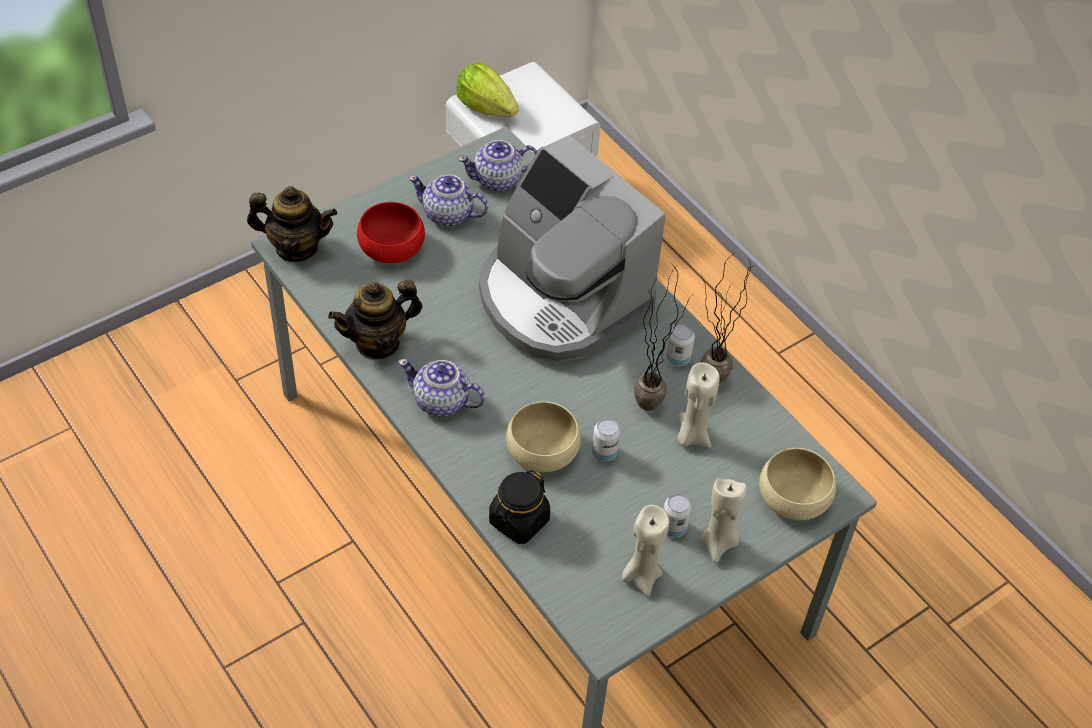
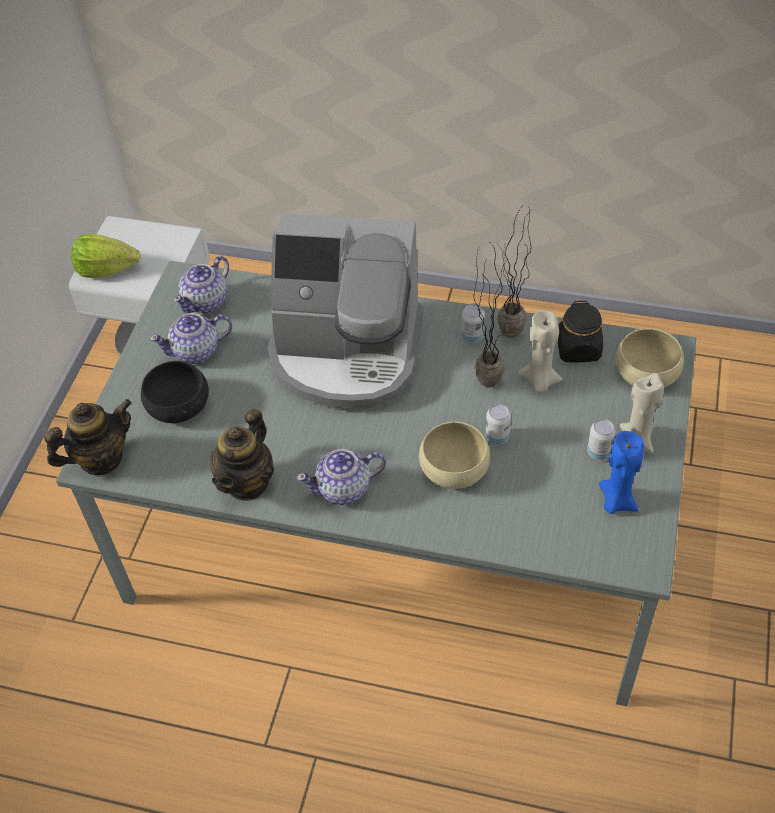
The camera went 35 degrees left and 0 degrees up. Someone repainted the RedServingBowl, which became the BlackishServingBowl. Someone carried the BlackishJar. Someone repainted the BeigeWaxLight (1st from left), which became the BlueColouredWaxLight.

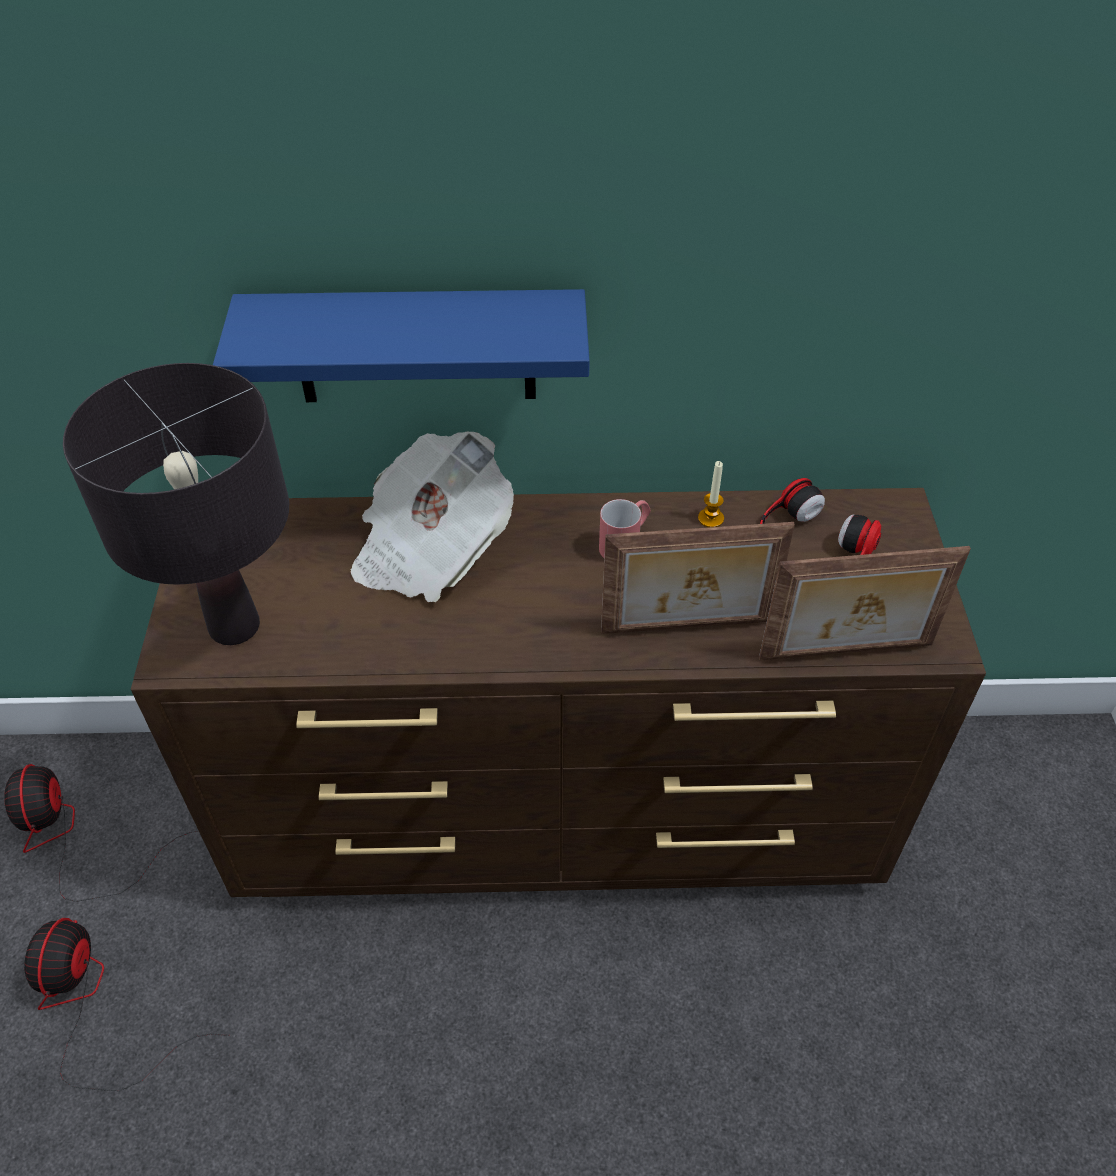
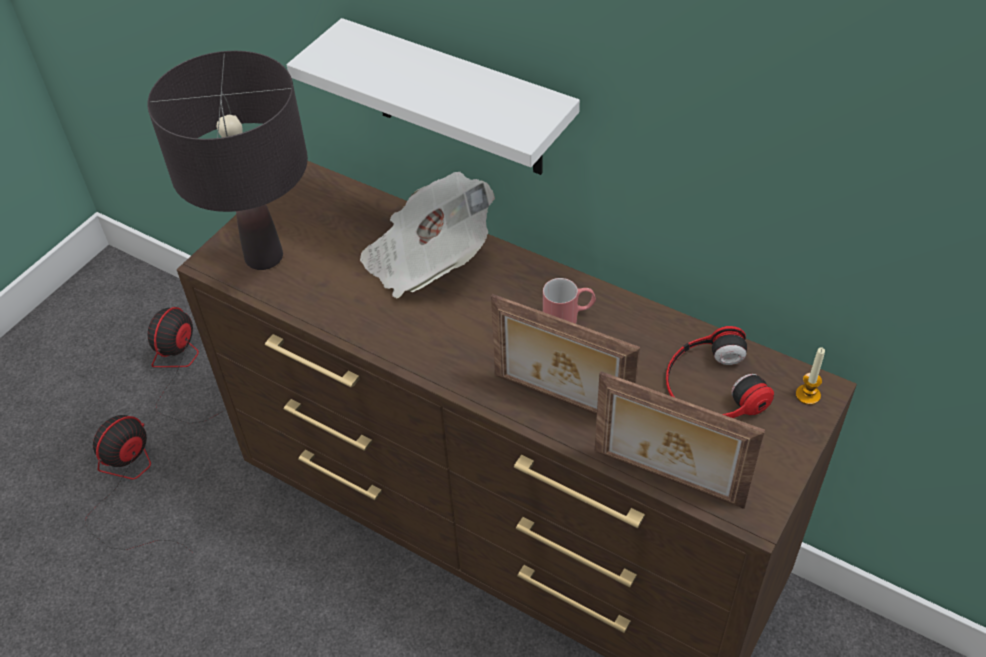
The camera went 35 degrees right and 0 degrees up. Someone repainted the BlueColouredWallShelf, which became the WhiteWallShelf. Someone carried the WaxLight.

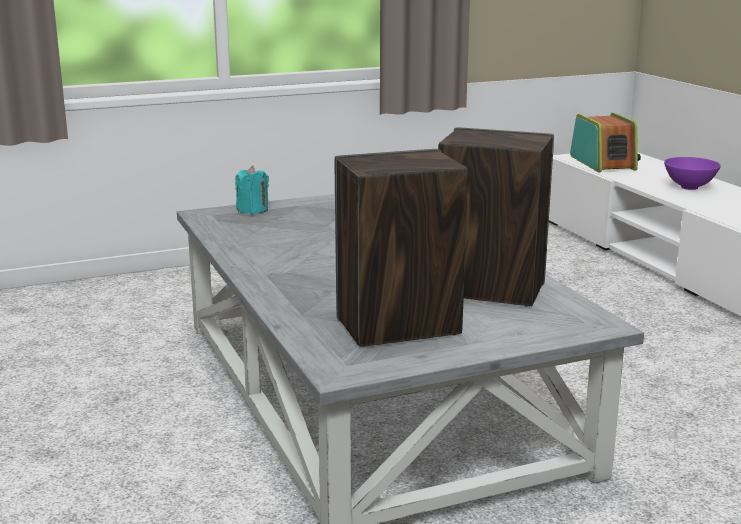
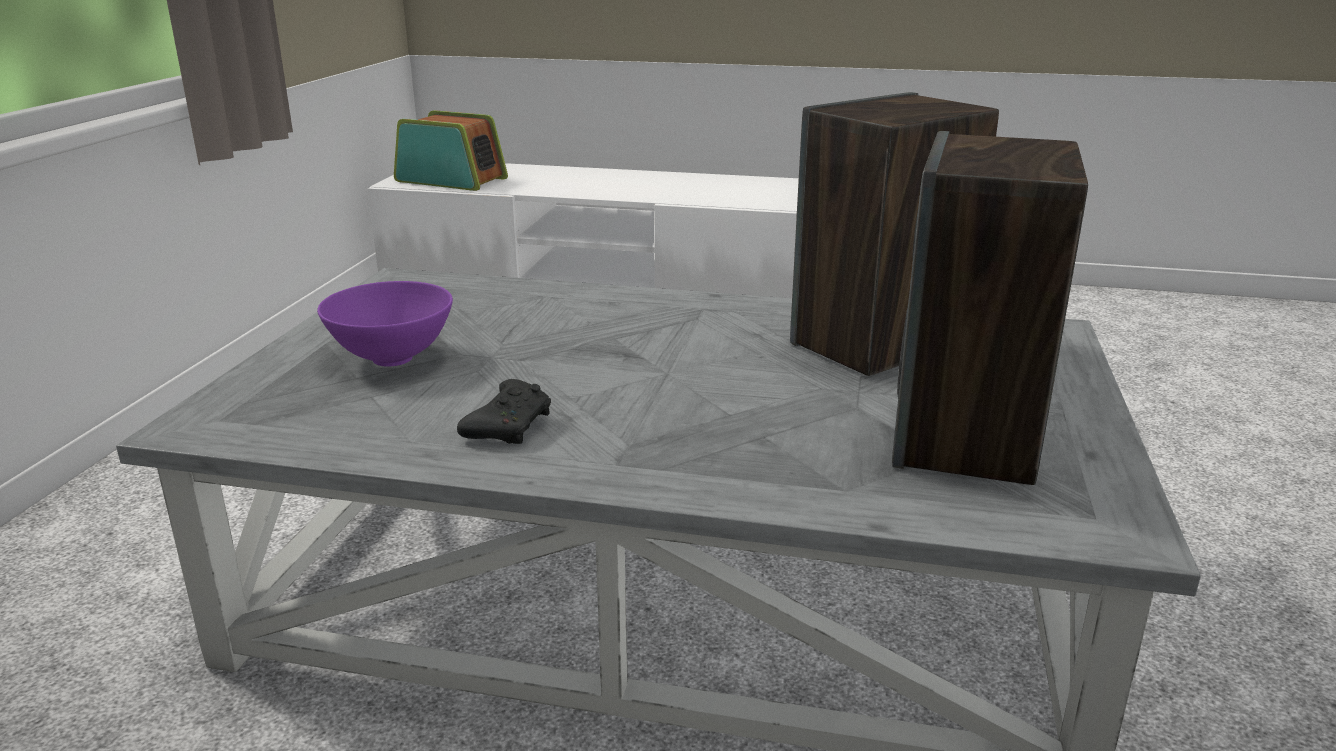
The camera went 55 degrees left and 5 degrees up. Someone carried the PurpleColouredServingBowl. Someone took away the TurquoiseColouredWaxLight. Someone put down the BlackishJoypad.

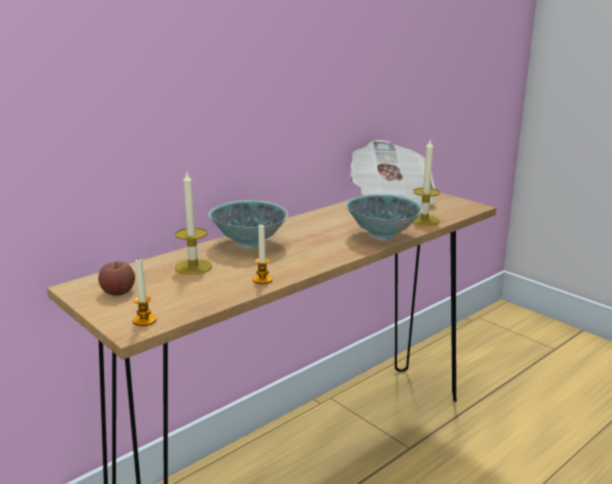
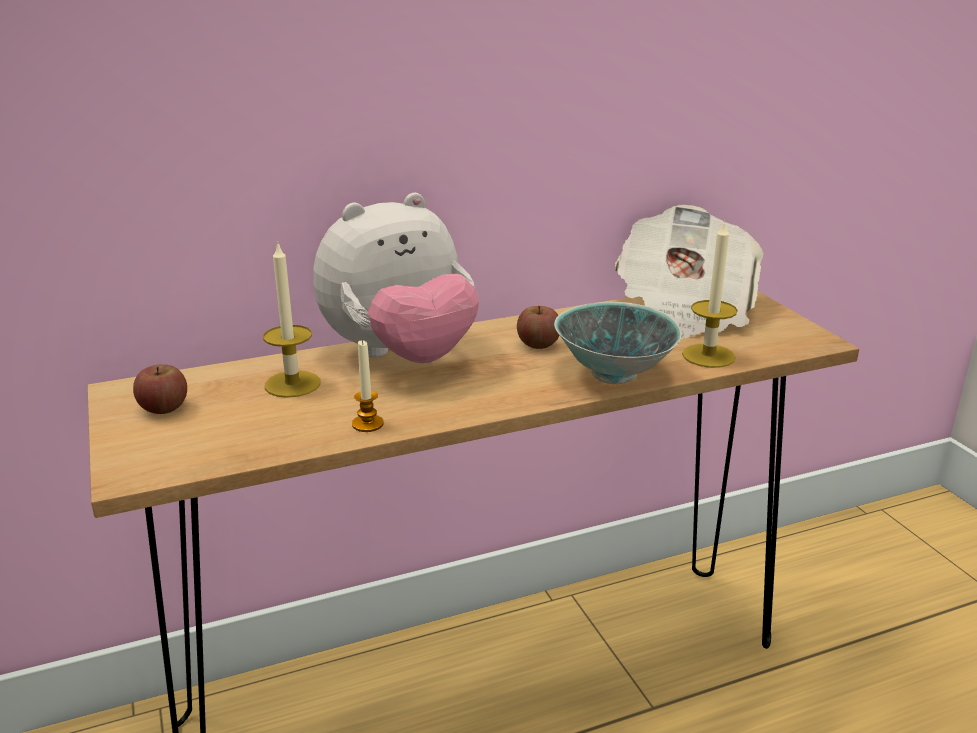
The camera went 20 degrees right and 5 degrees up. Someone swapped the ServingBowl (1st from left) for the PlushToy. Someone took away the WaxLight (1st from left). Someone put down the Apple (2nd from left).

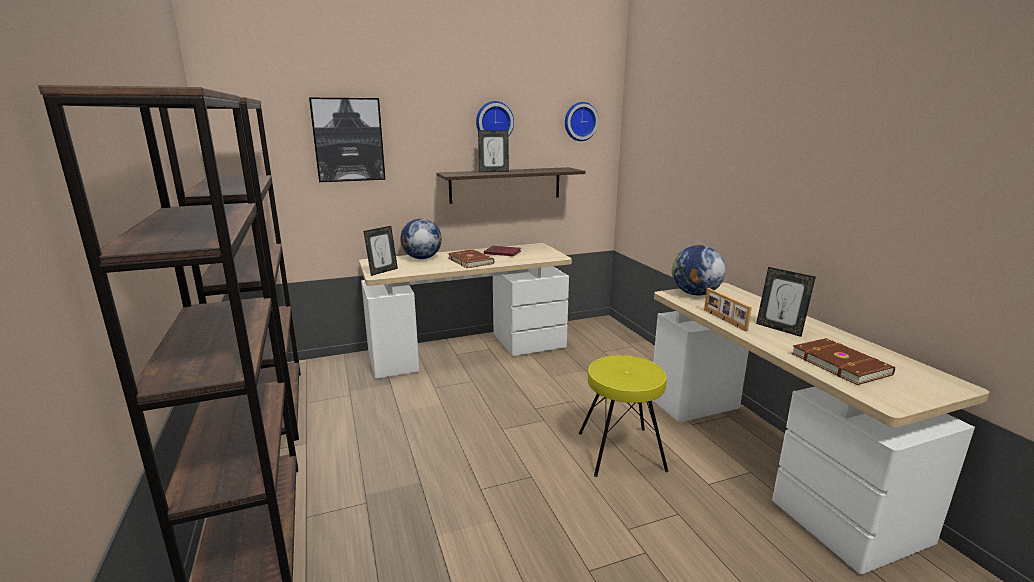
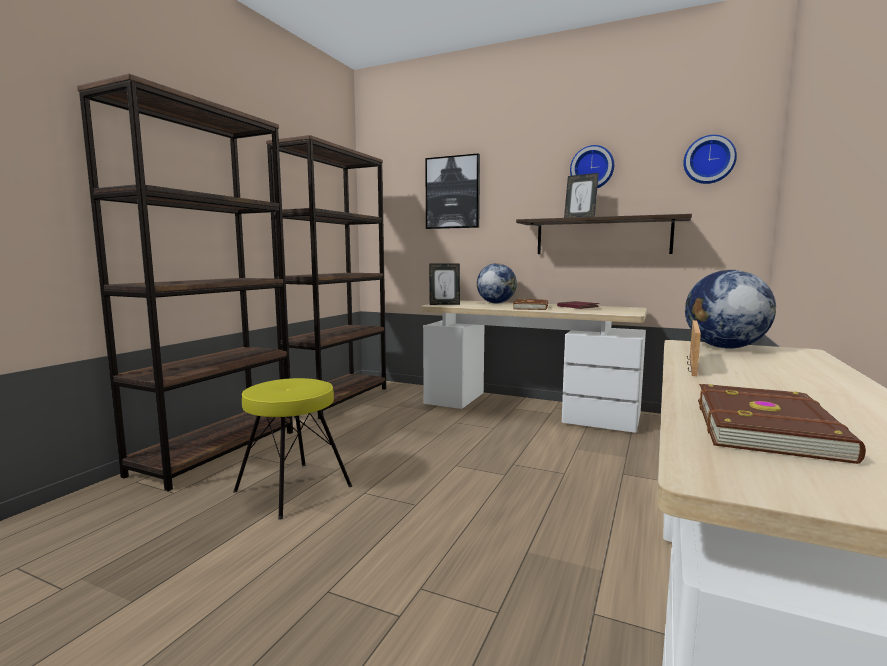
The camera went 45 degrees right and 10 degrees down. Someone took away the StandingFrame (4th from left). Someone carried the YellowColouredStoolSeat.

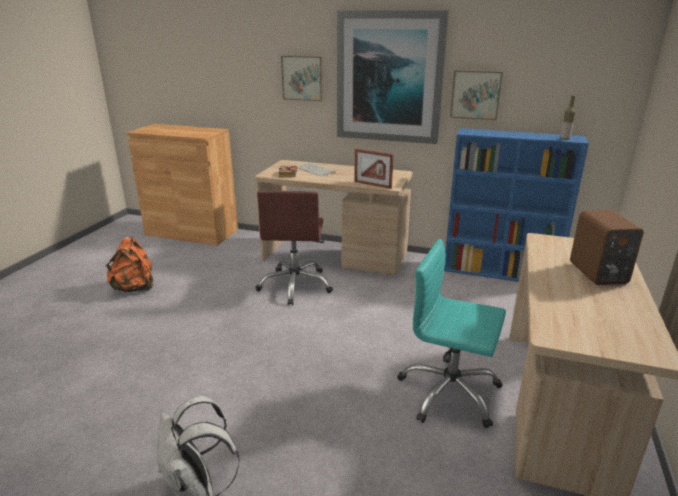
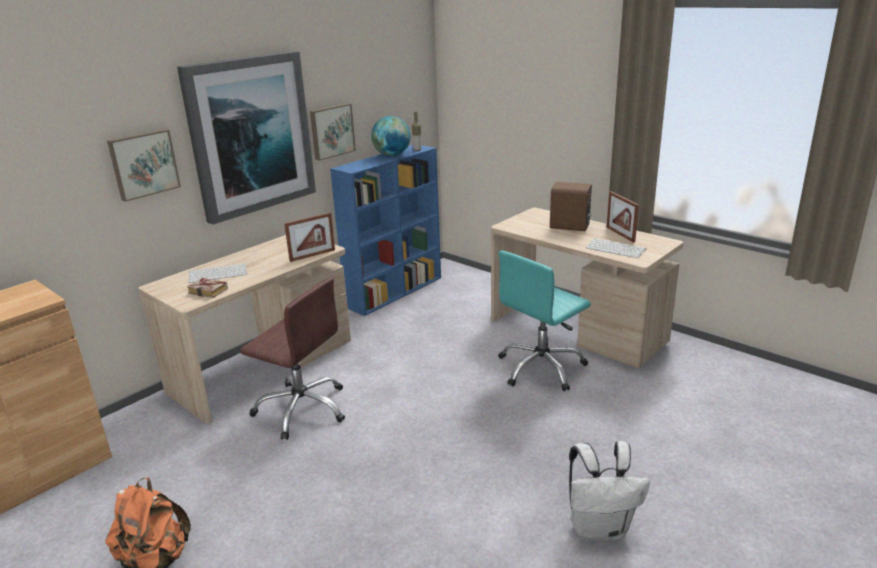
The camera went 65 degrees left and 0 degrees up. Someone put down the Globe. Someone put down the StandingFrame (2nd from left). Someone put down the PcKeyboard (2nd from left).

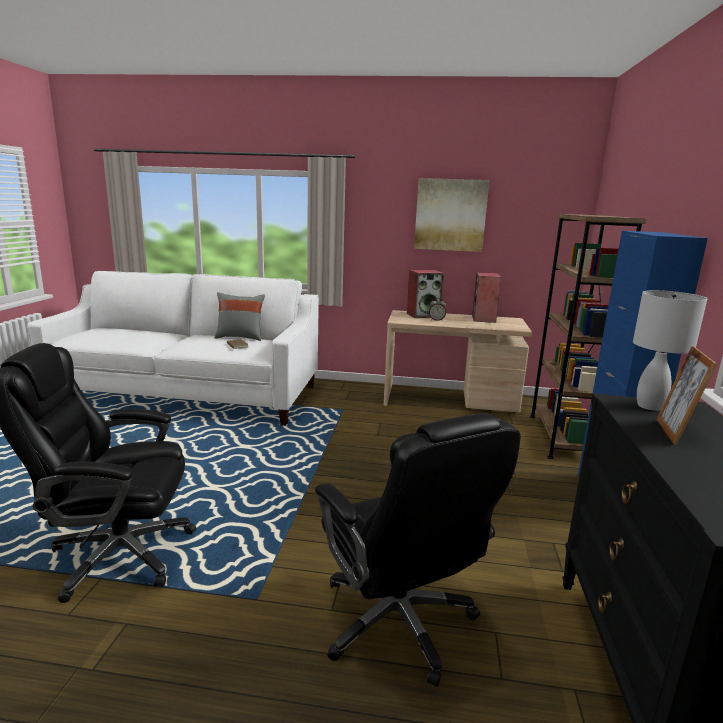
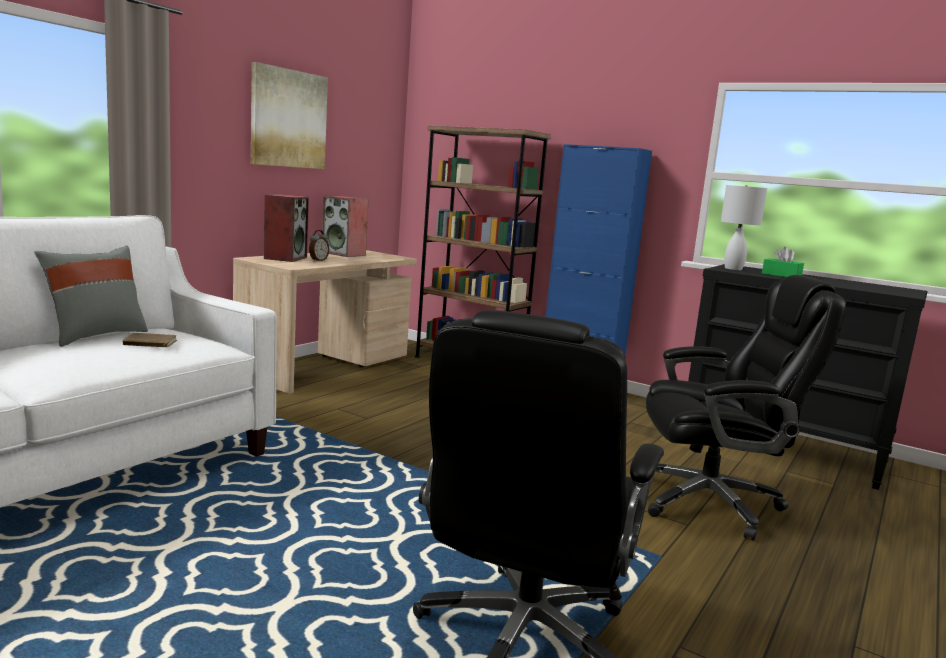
The camera went 65 degrees left and 5 degrees down. Someone swapped the StandingFrame for the GreenBoxOfTissues.

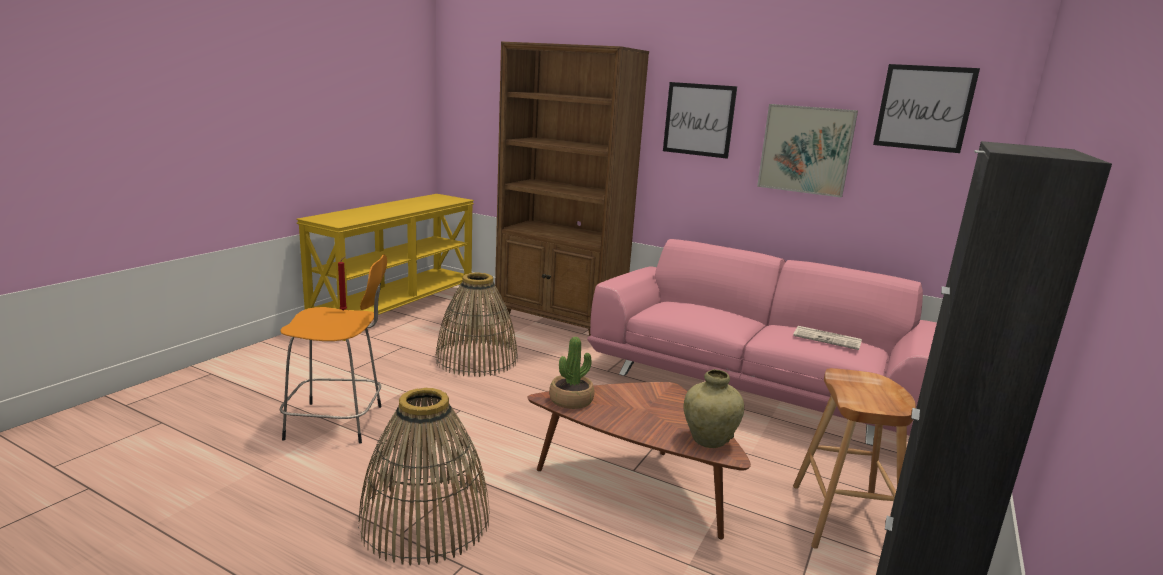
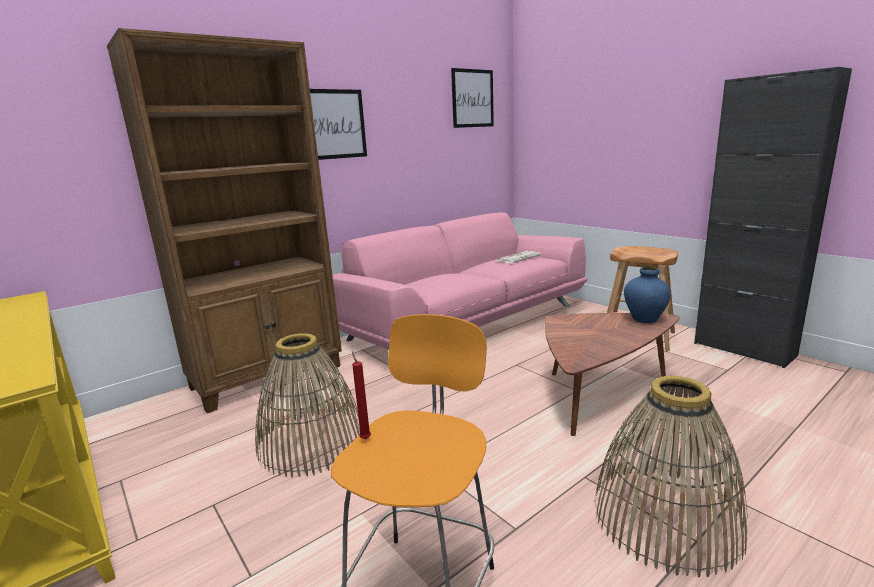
The camera went 65 degrees left and 0 degrees up. Someone took away the WallArt (2nd from left). Someone took away the PlantInAPot. Someone repainted the BeigeFlowerVase, which became the BlueColouredFlowerVase.

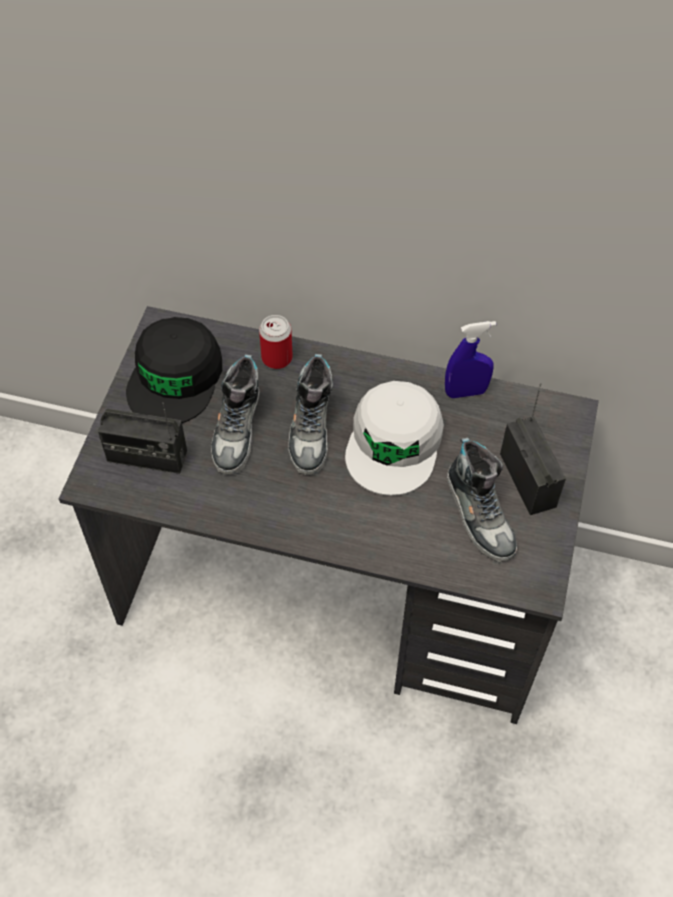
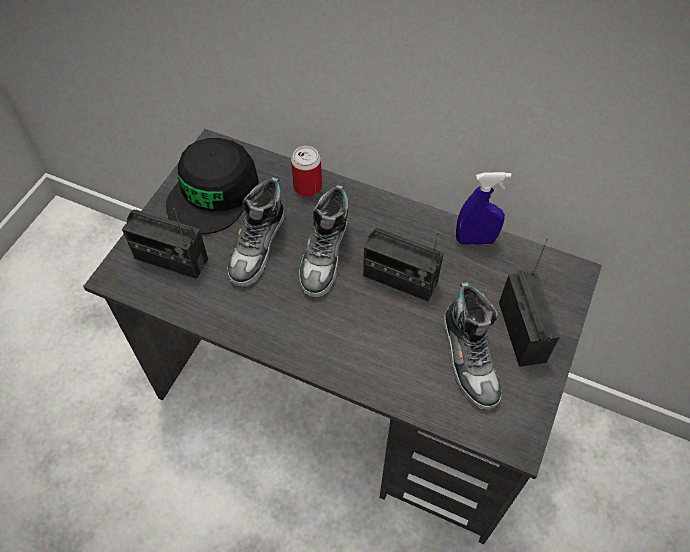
The camera went 10 degrees right and 0 degrees up. Someone swapped the WhitePeakedCap for the RadioSet (2nd from left).

